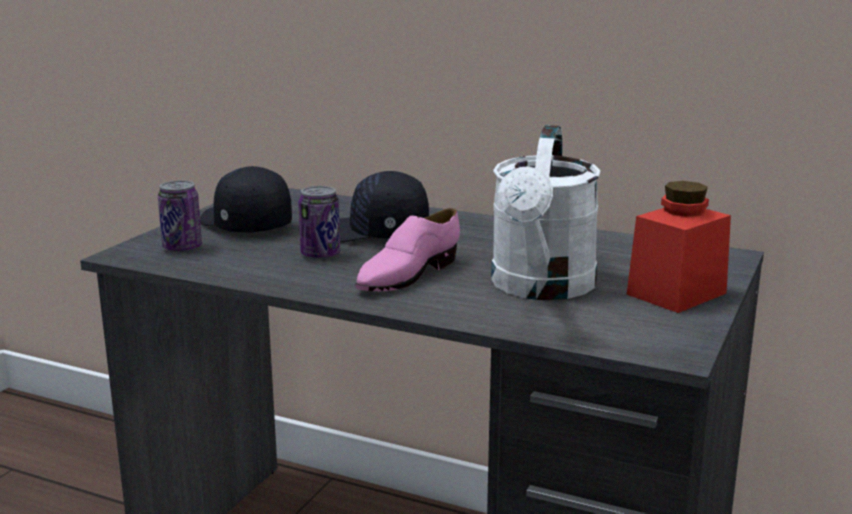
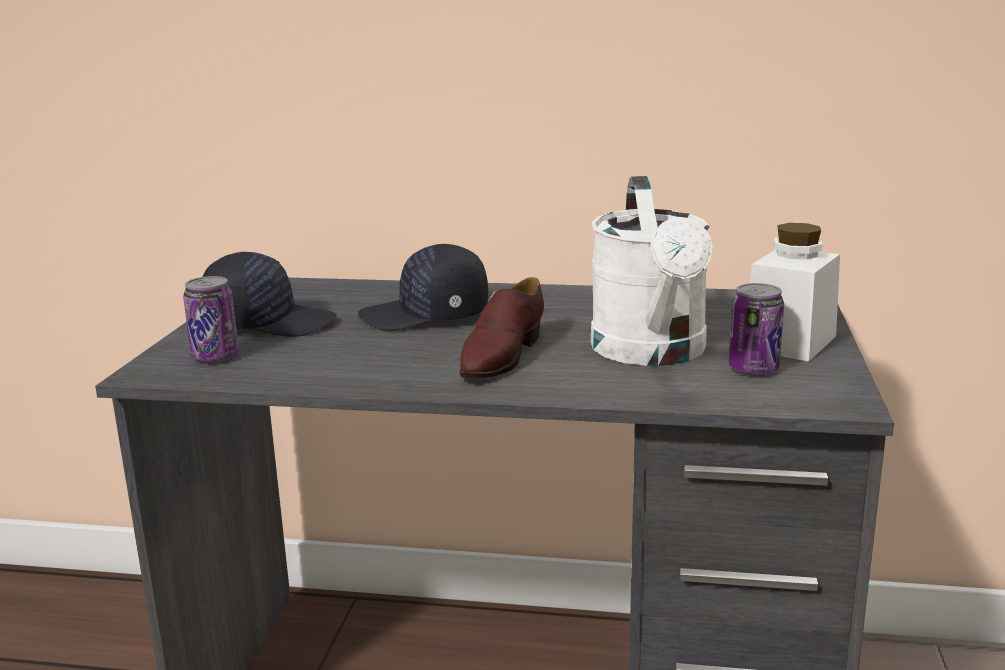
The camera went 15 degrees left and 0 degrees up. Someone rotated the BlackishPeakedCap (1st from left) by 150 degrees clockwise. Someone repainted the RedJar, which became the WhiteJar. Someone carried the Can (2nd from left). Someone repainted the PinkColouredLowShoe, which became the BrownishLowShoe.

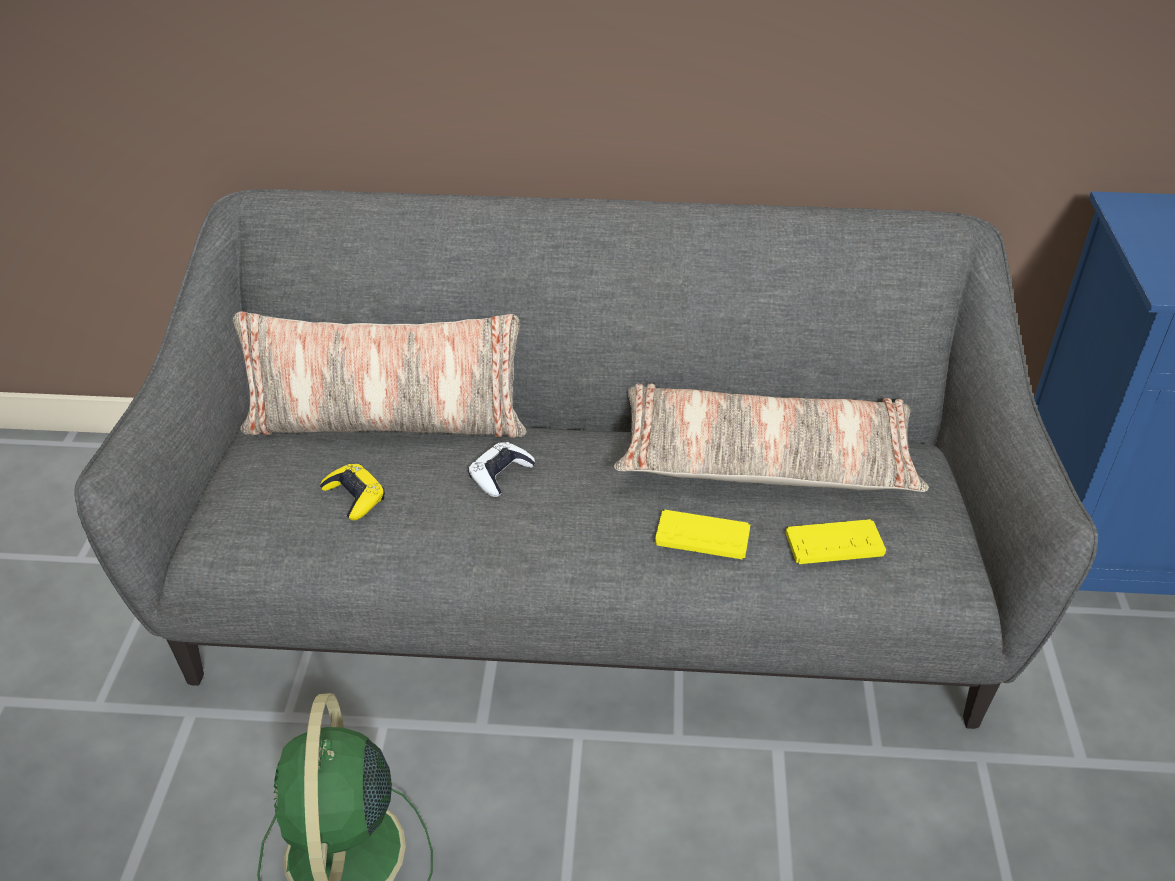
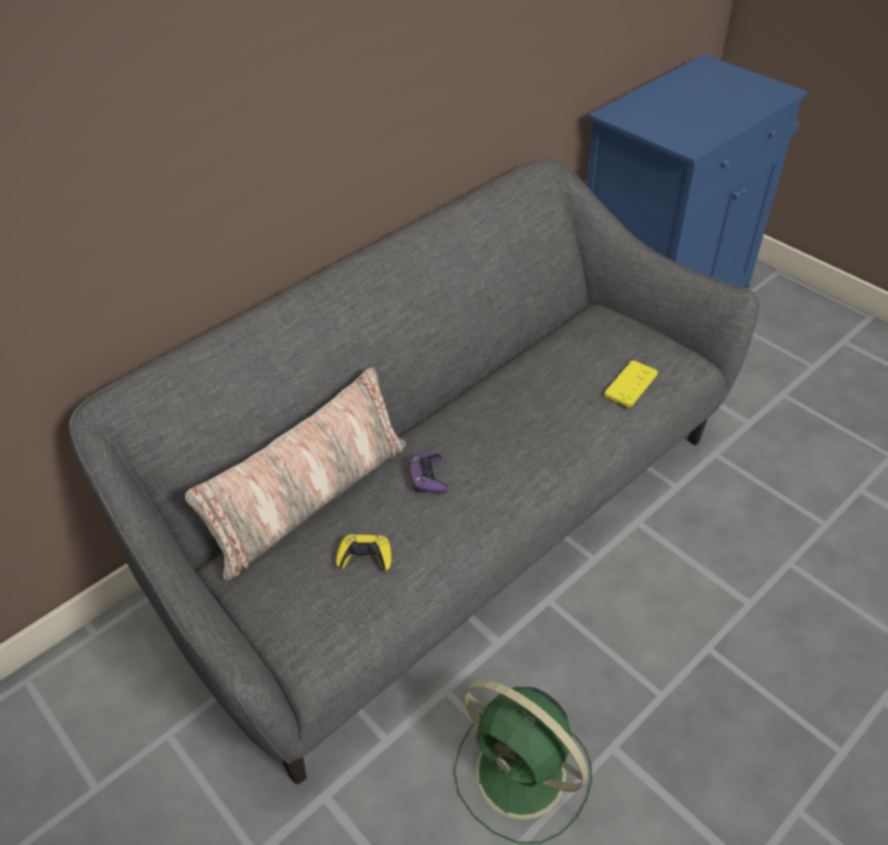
The camera went 45 degrees left and 5 degrees up. Someone took away the Pillow (2nd from left). Someone repainted the WhiteJoypad, which became the PurpleColouredJoypad. Someone took away the YellowColouredJoypad (2nd from left).

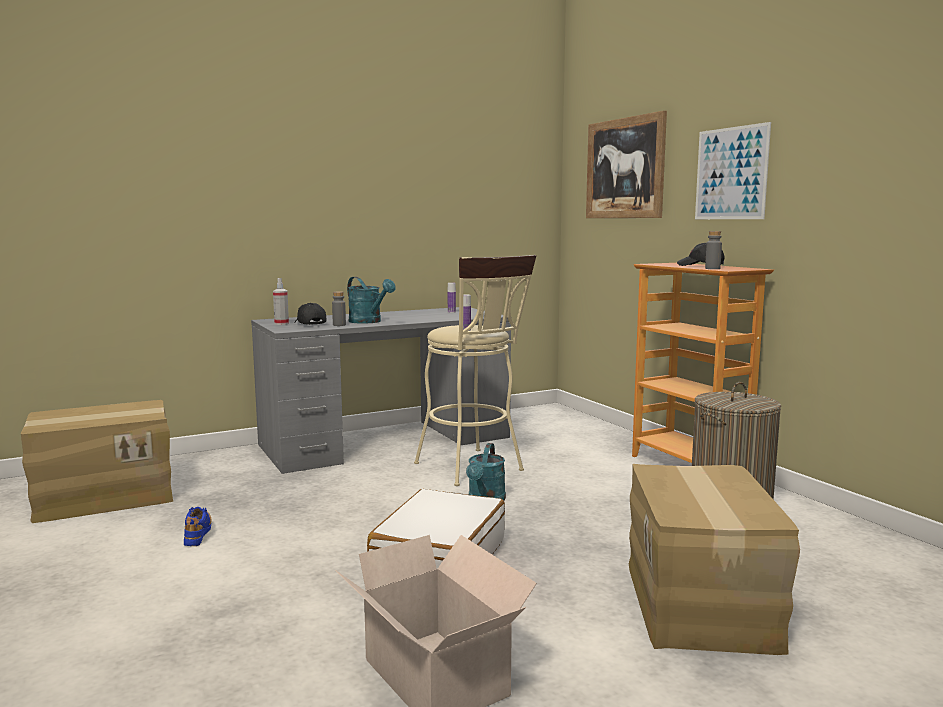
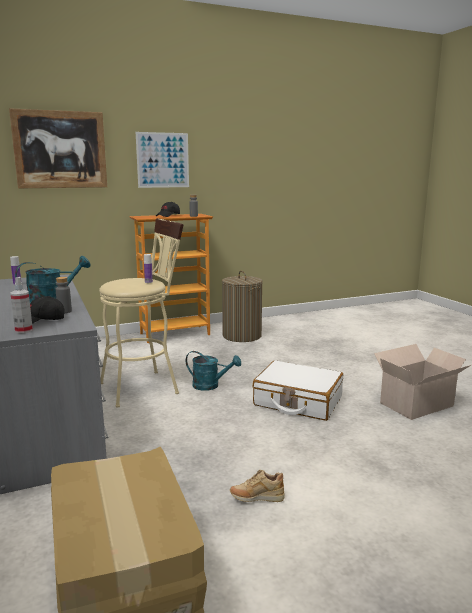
The camera went 85 degrees left and 5 degrees up. Someone took away the Carton (3rd from left). Someone repainted the BlueColouredLowShoe, which became the BeigeLowShoe.

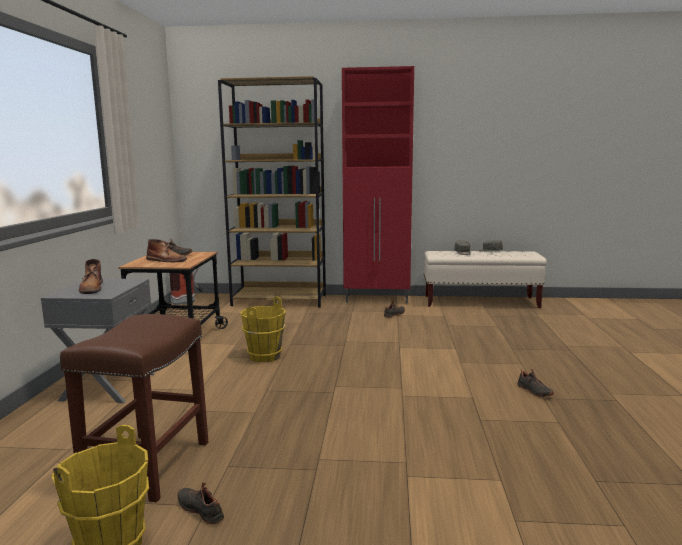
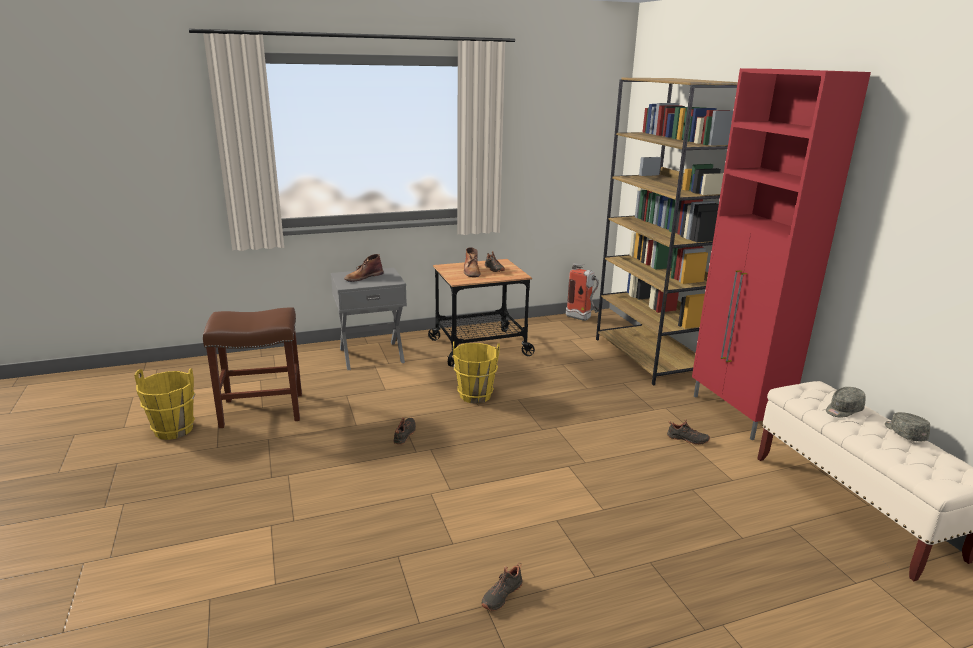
The camera went 65 degrees right and 10 degrees up. Someone carried the BlackishLowShoe (2nd from left in the first image).

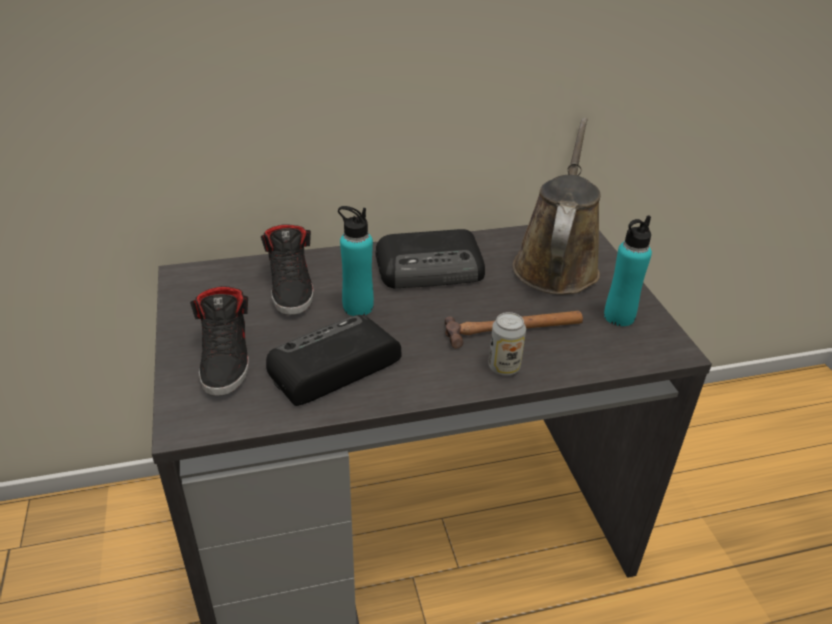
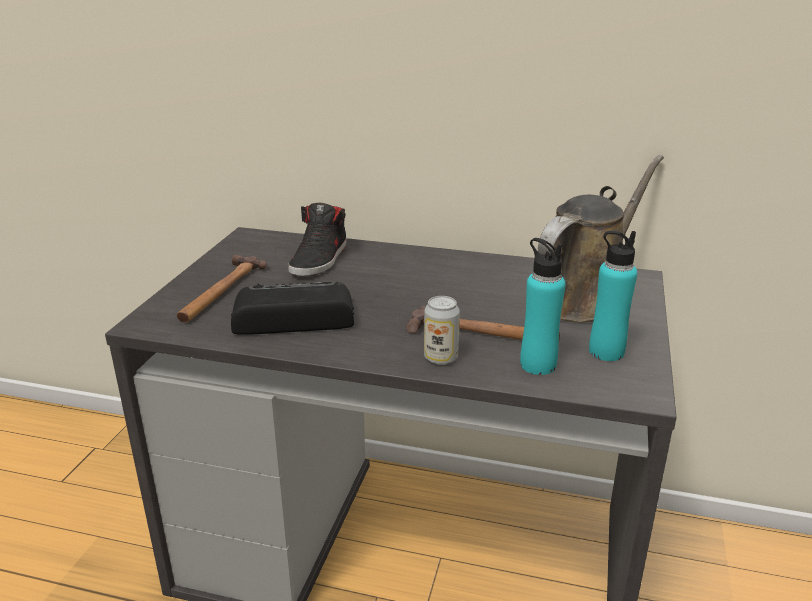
The camera went 30 degrees right and 10 degrees down. Someone carried the TurquoiseColouredDrinkBottle (1st from left). Someone took away the RadioSet (2nd from left). Someone swapped the BlackishLowShoe (1st from left) for the Hammer (1st from left).

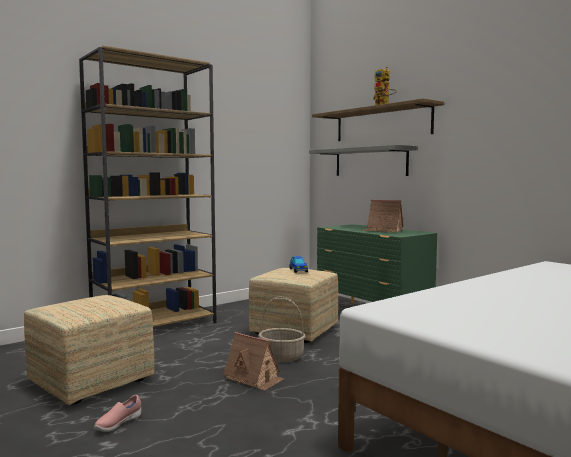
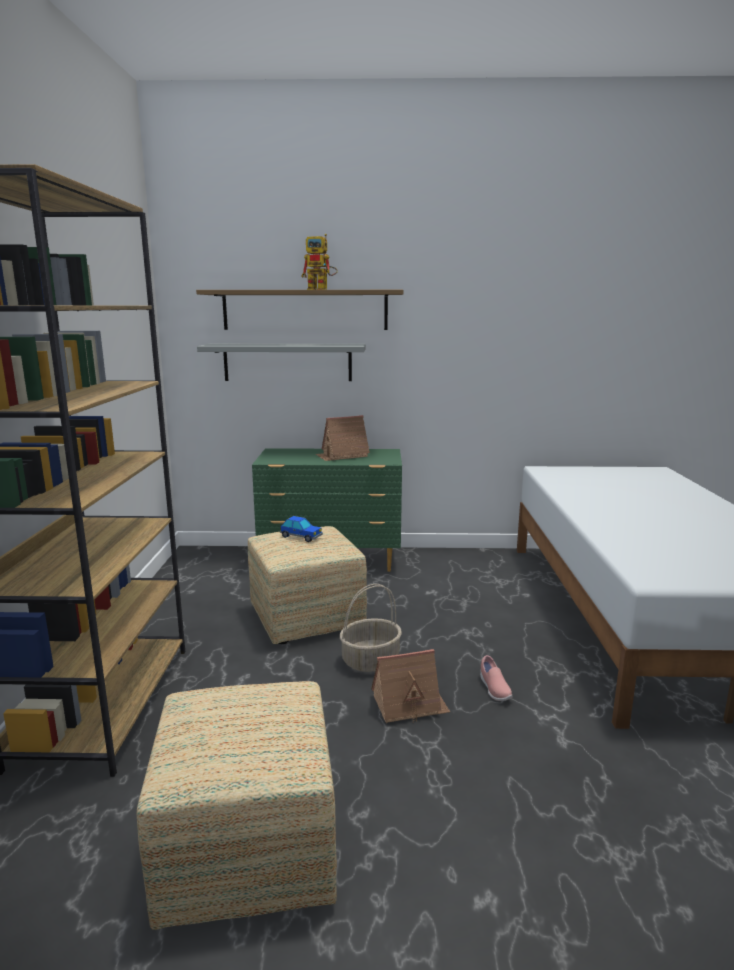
The camera went 50 degrees left and 10 degrees up. Someone carried the PinkColouredLowShoe.

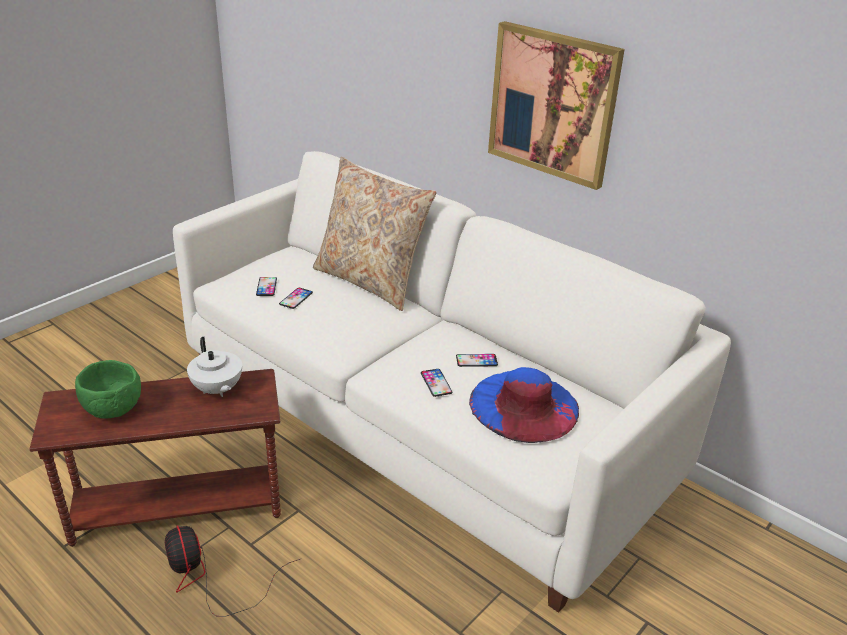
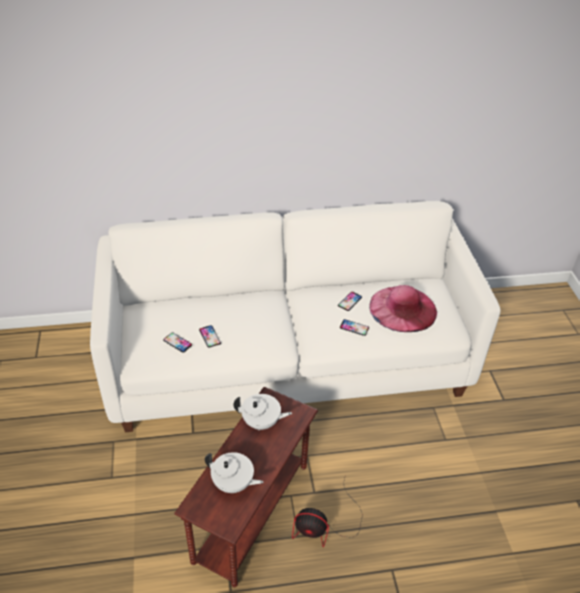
The camera went 50 degrees left and 10 degrees up. Someone took away the WallArt. Someone took away the BeigePillow. Someone swapped the GreenServingBowl for the WhiteTeapot (1st from left). Someone repainted the BlueColouredHat, which became the PinkColouredHat.

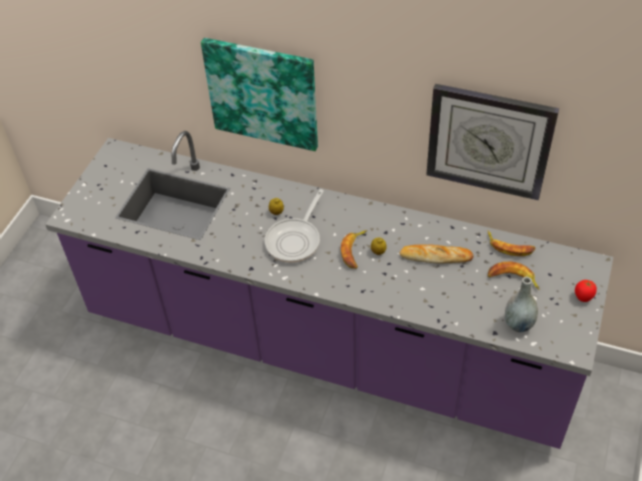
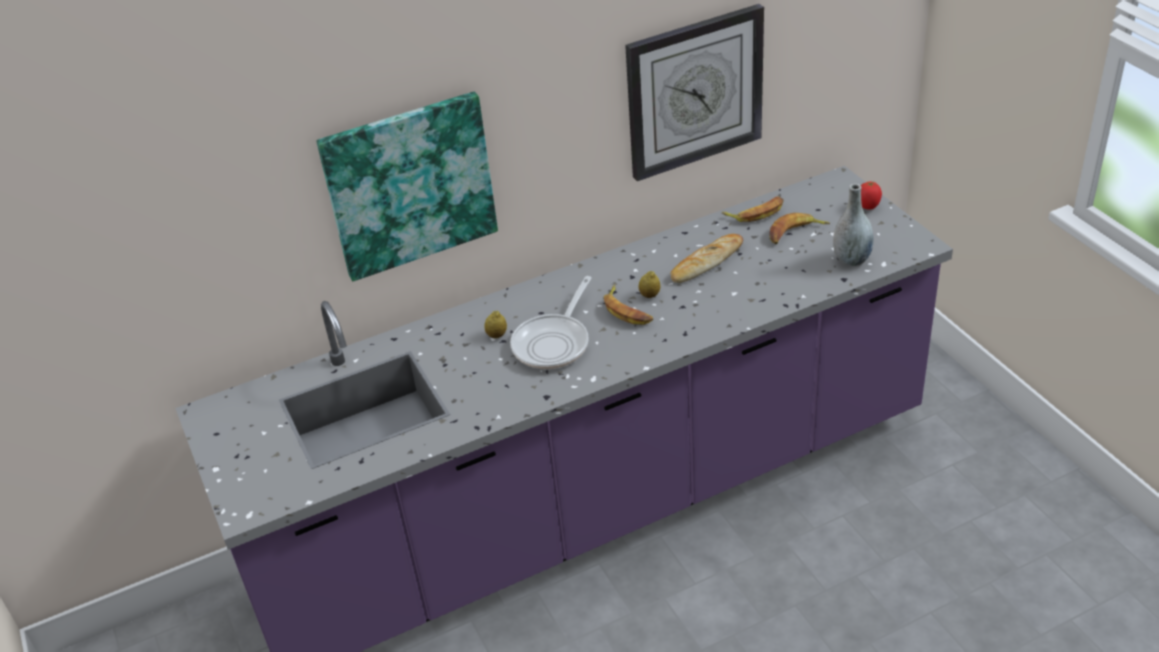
The camera went 45 degrees left and 10 degrees down. Someone rotated the FryingPan by 45 degrees clockwise.

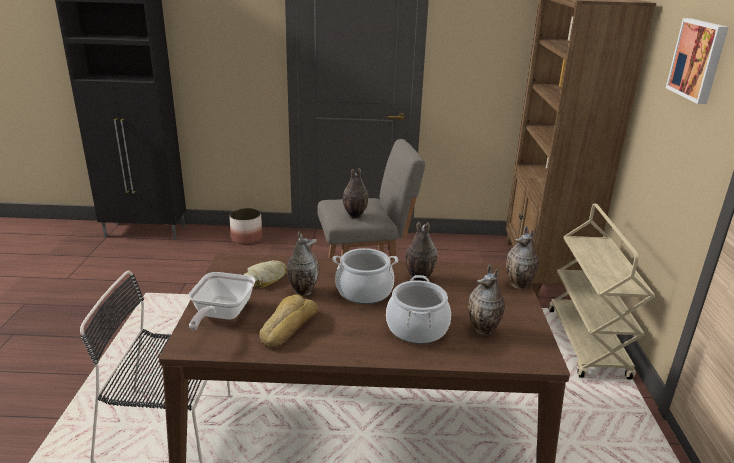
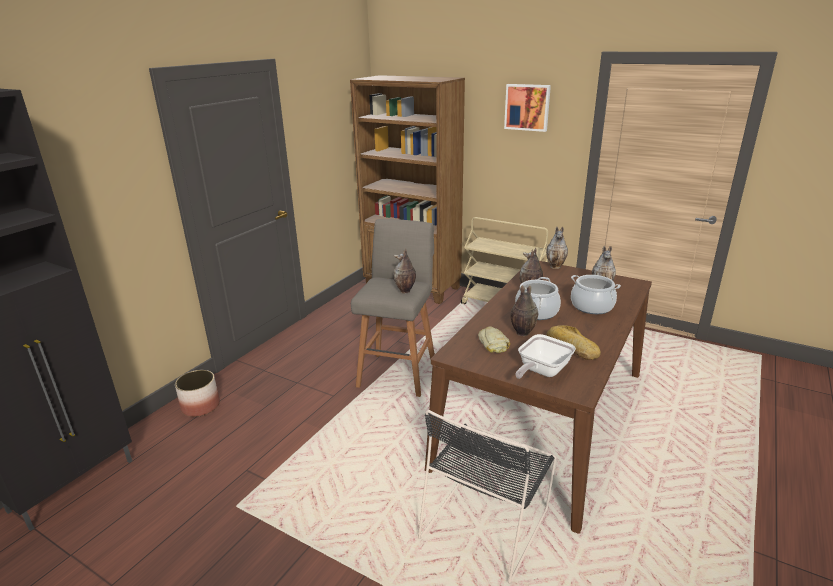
The camera went 60 degrees left and 0 degrees up. Someone rotated the FryingPan by 90 degrees clockwise.

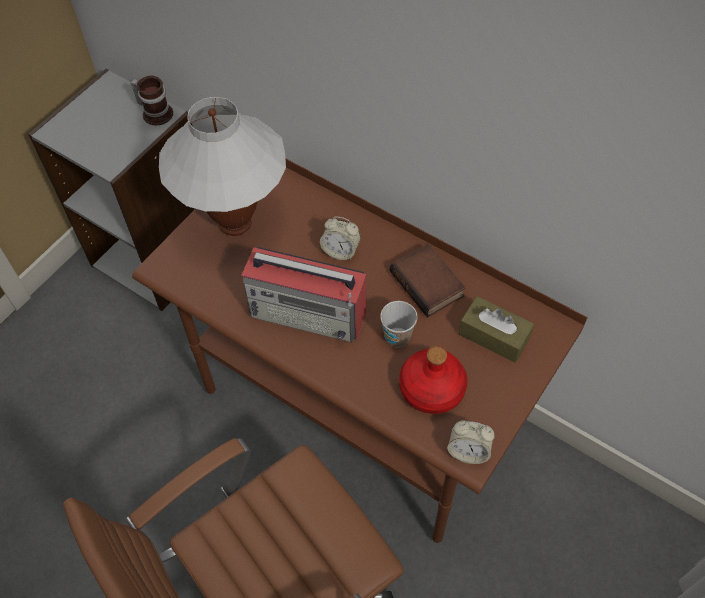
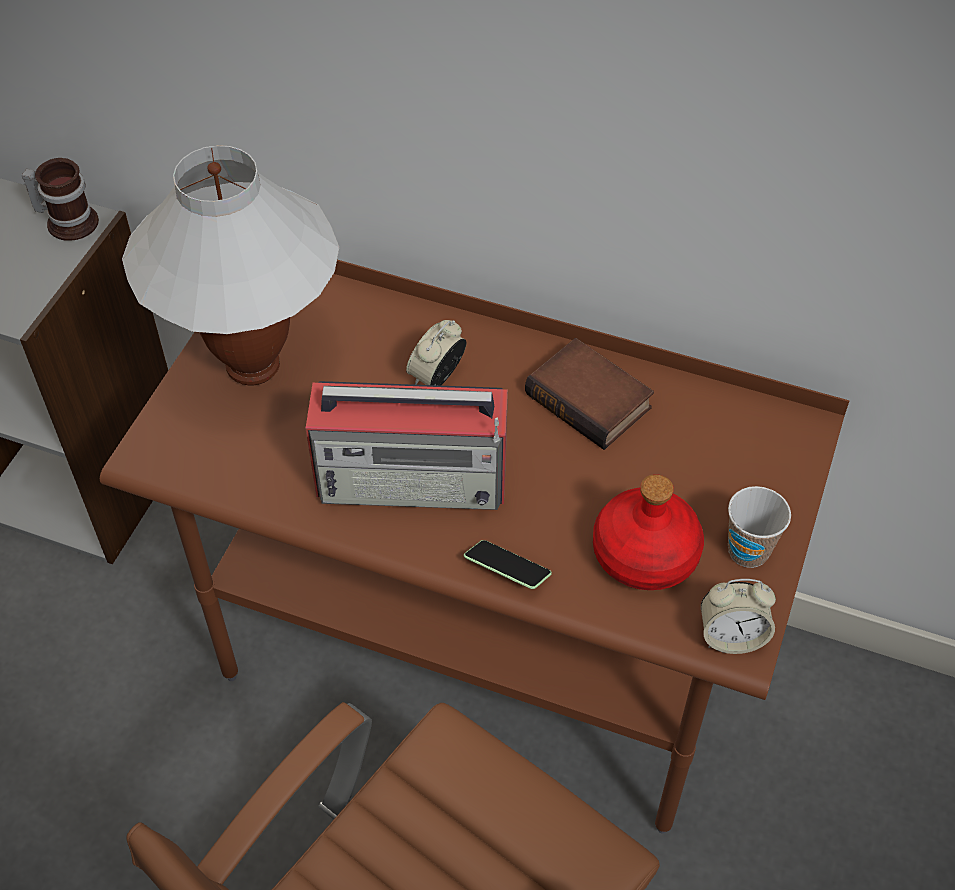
The camera went 15 degrees left and 5 degrees down. Someone rotated the BedsideClock (1st from left) by 120 degrees clockwise. Someone took away the BrownishBoxOfTissues. Someone carried the SmallCup. Someone put down the Phone.

